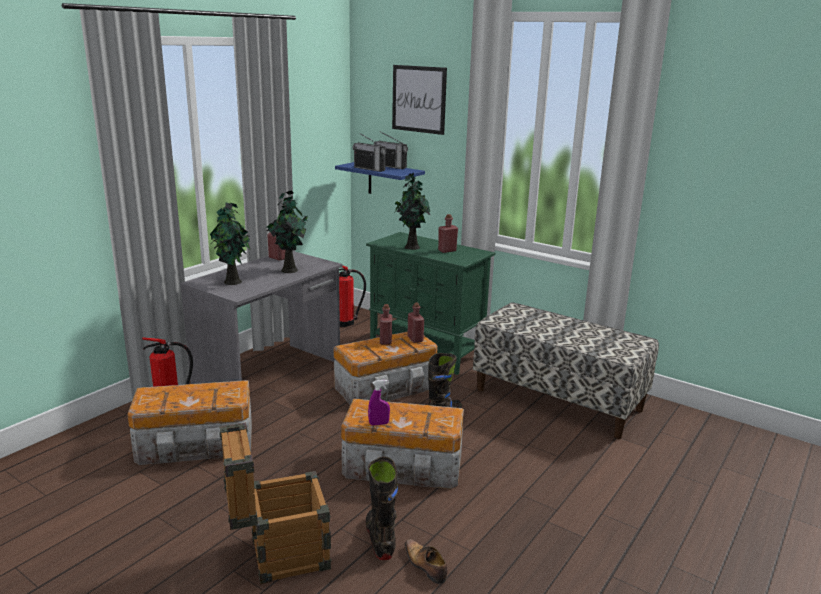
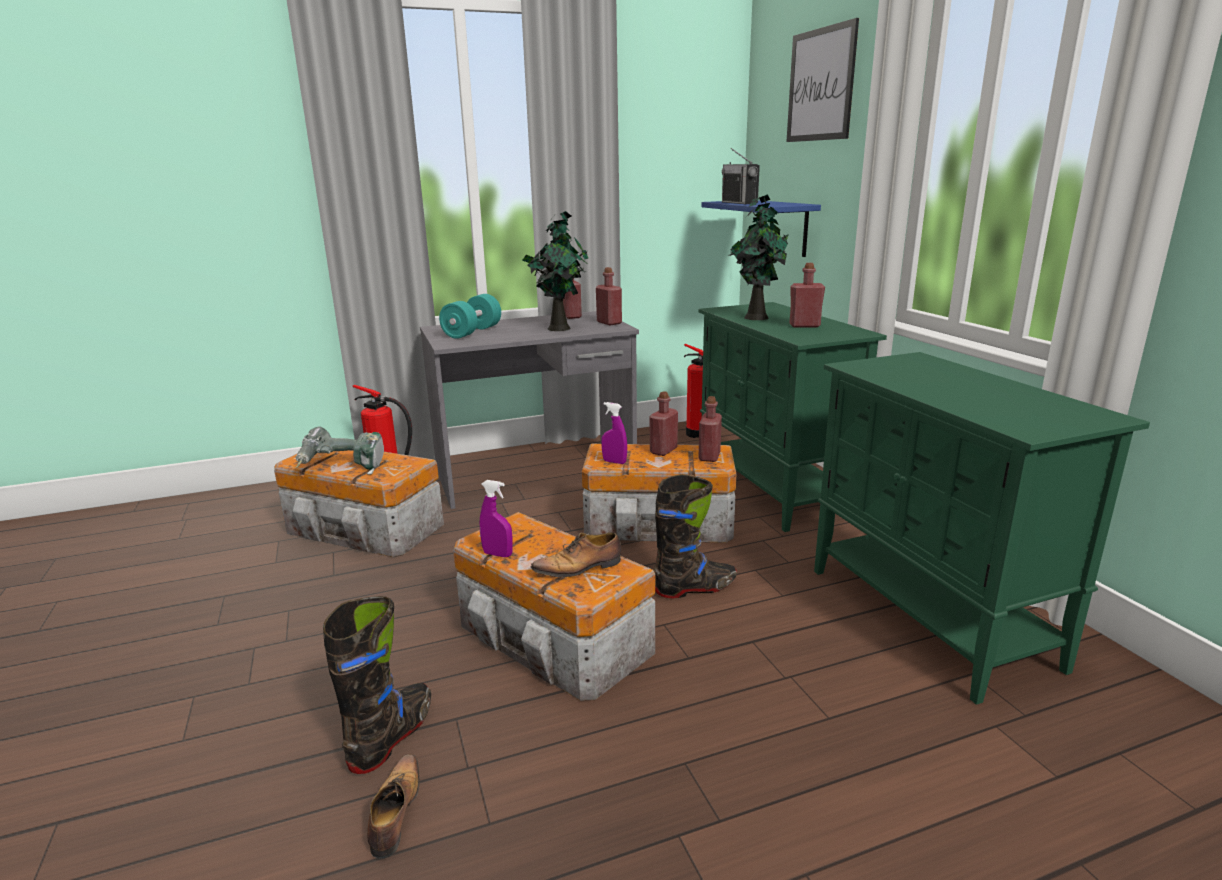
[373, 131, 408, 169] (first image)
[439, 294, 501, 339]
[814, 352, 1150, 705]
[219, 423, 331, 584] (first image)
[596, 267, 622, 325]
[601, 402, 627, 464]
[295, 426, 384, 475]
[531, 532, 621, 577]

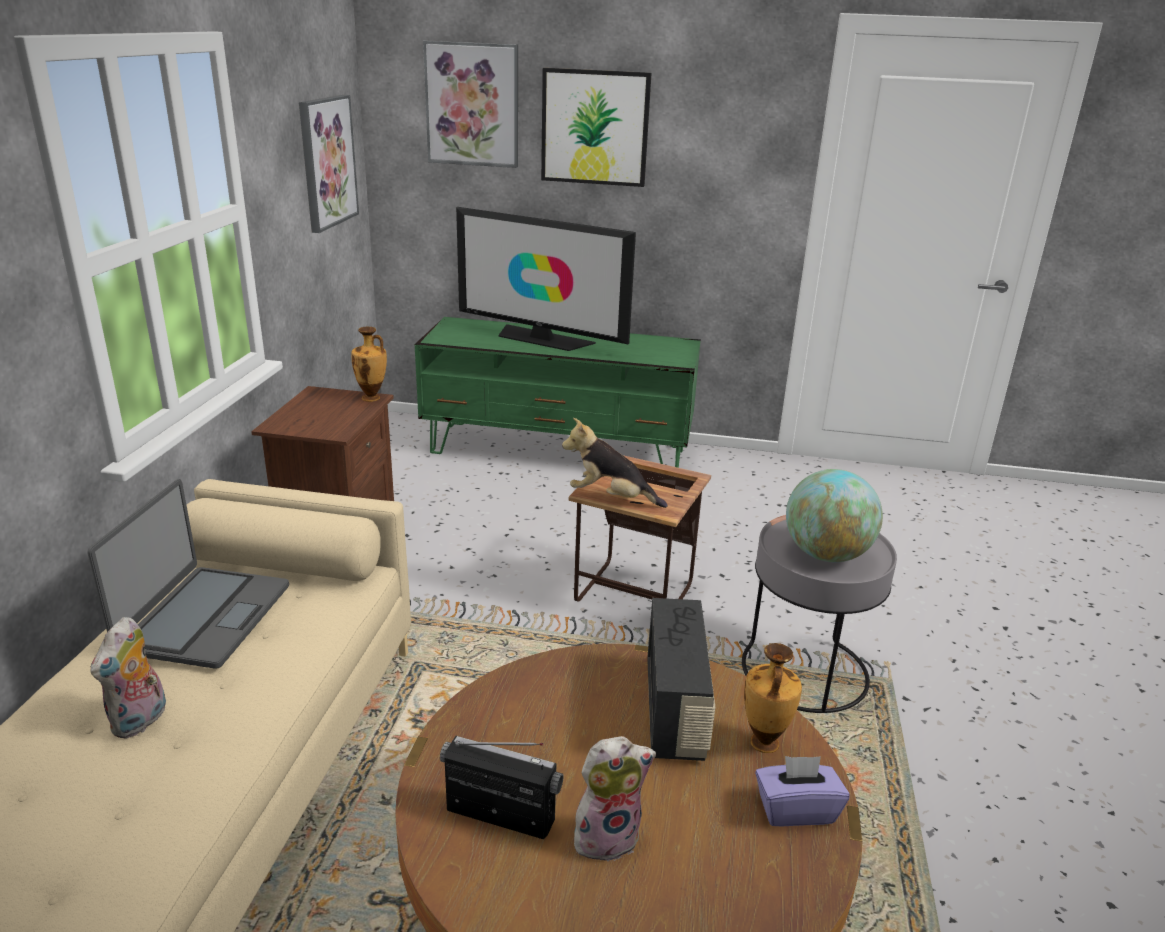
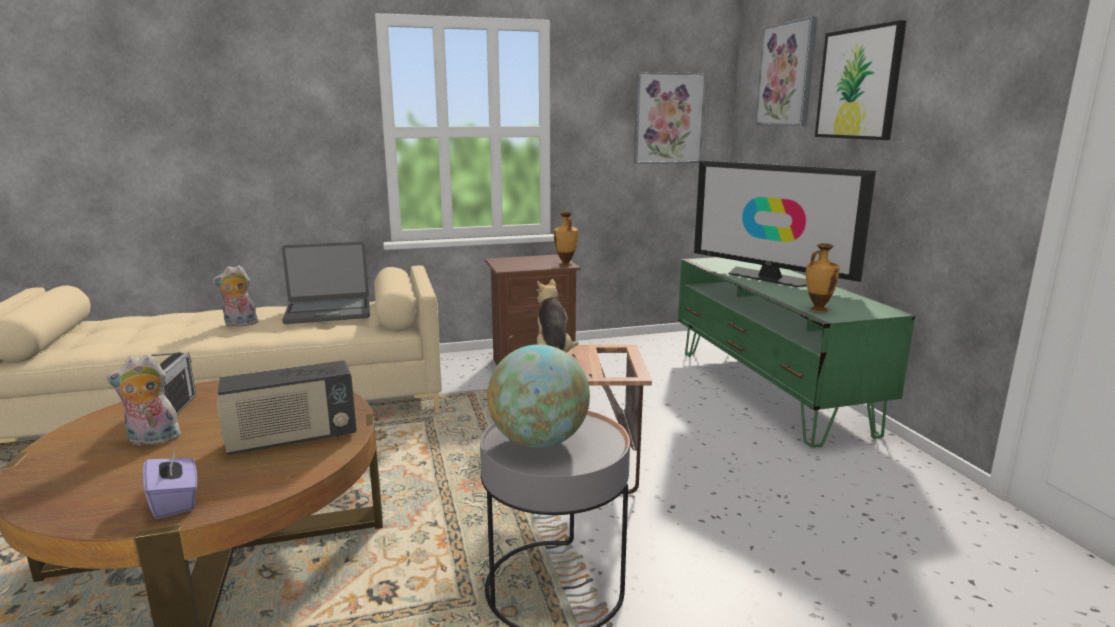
[694, 160, 876, 287]
[806, 243, 839, 312]
[107, 354, 186, 446]

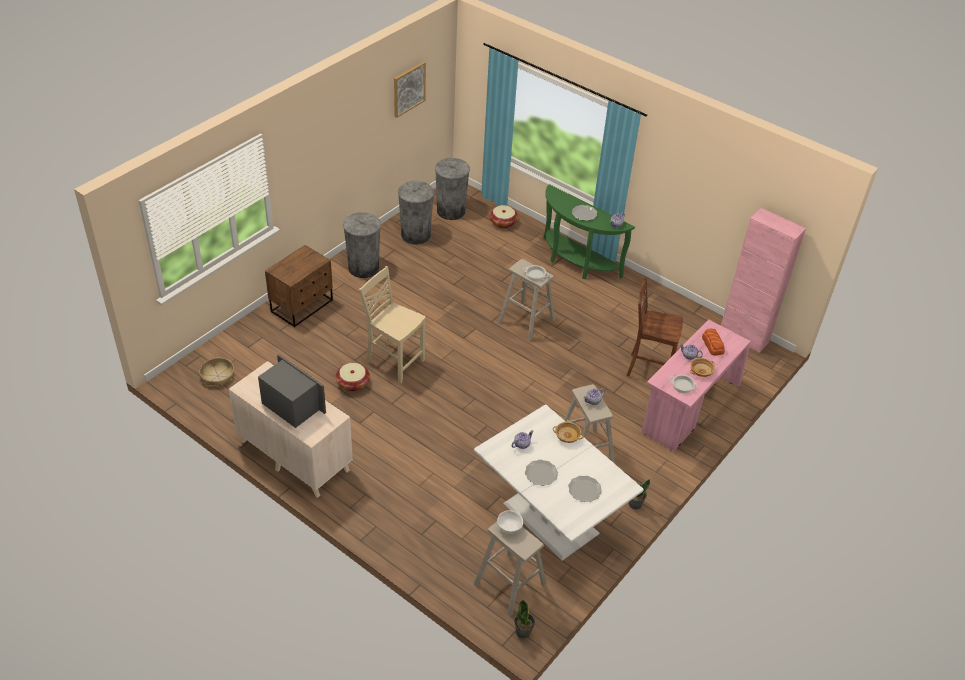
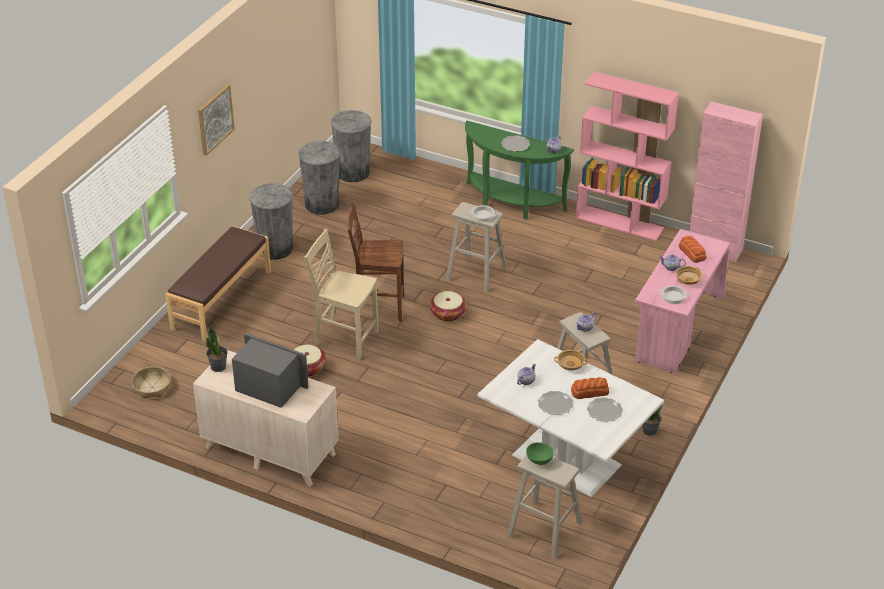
[198, 84, 235, 156]
[430, 291, 467, 321]
[165, 226, 271, 342]
[348, 203, 404, 322]
[526, 442, 554, 465]
[206, 327, 228, 372]
[576, 72, 679, 241]
[571, 377, 609, 399]

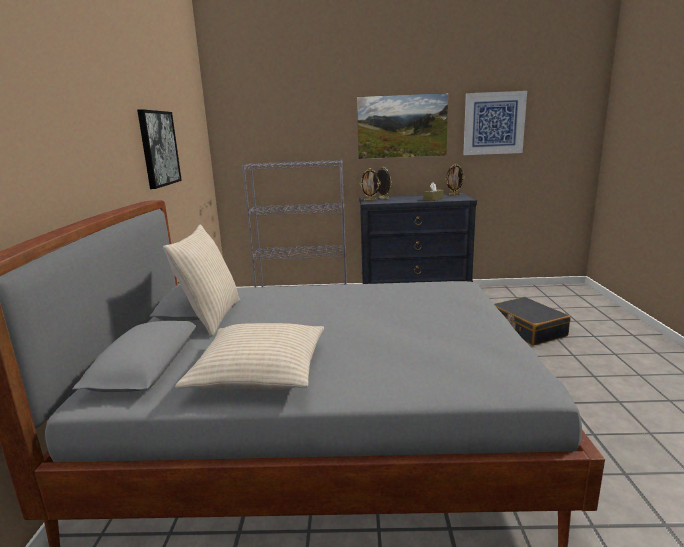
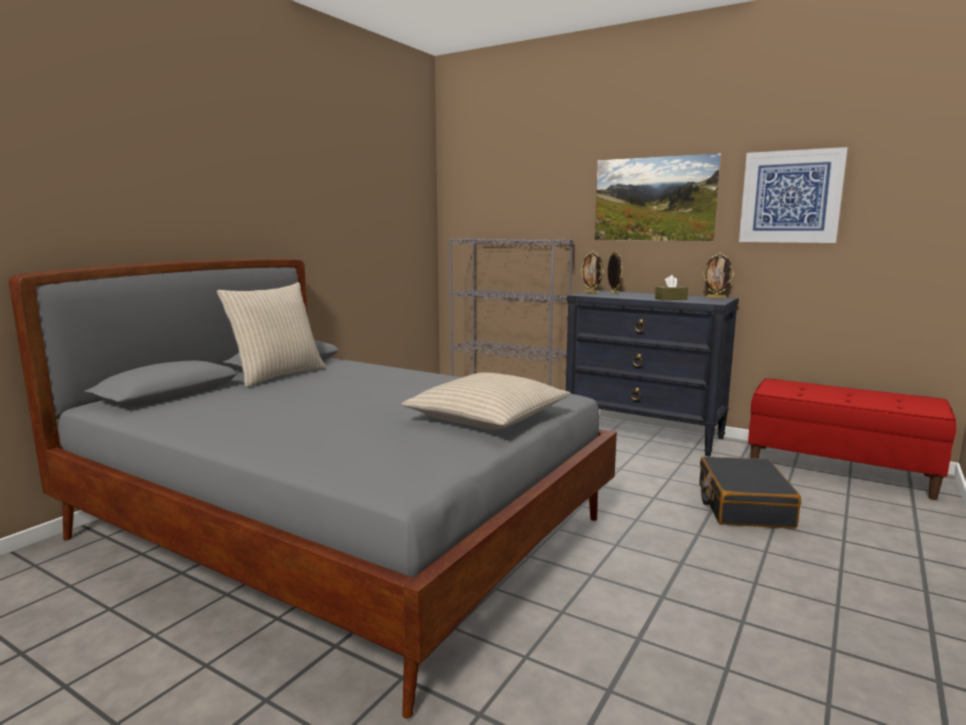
[137, 109, 182, 189] (first image)
[401, 372, 570, 430]
[748, 378, 956, 500]

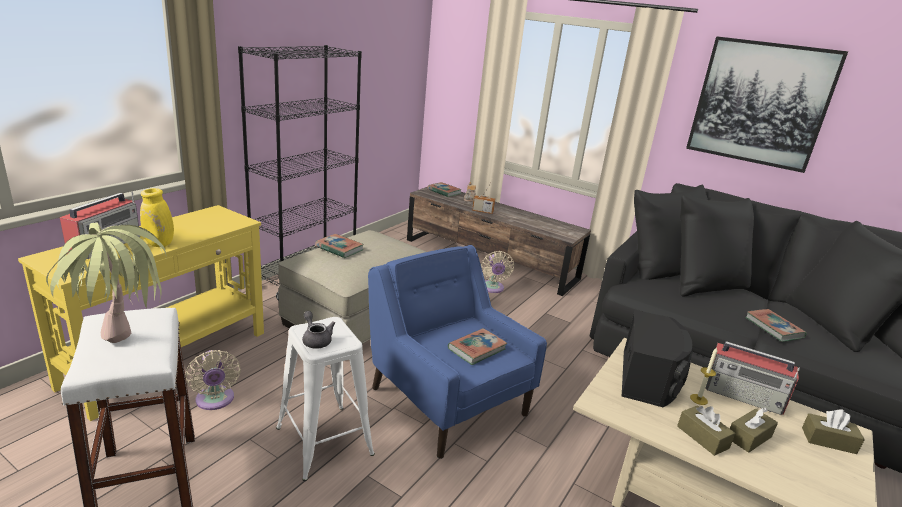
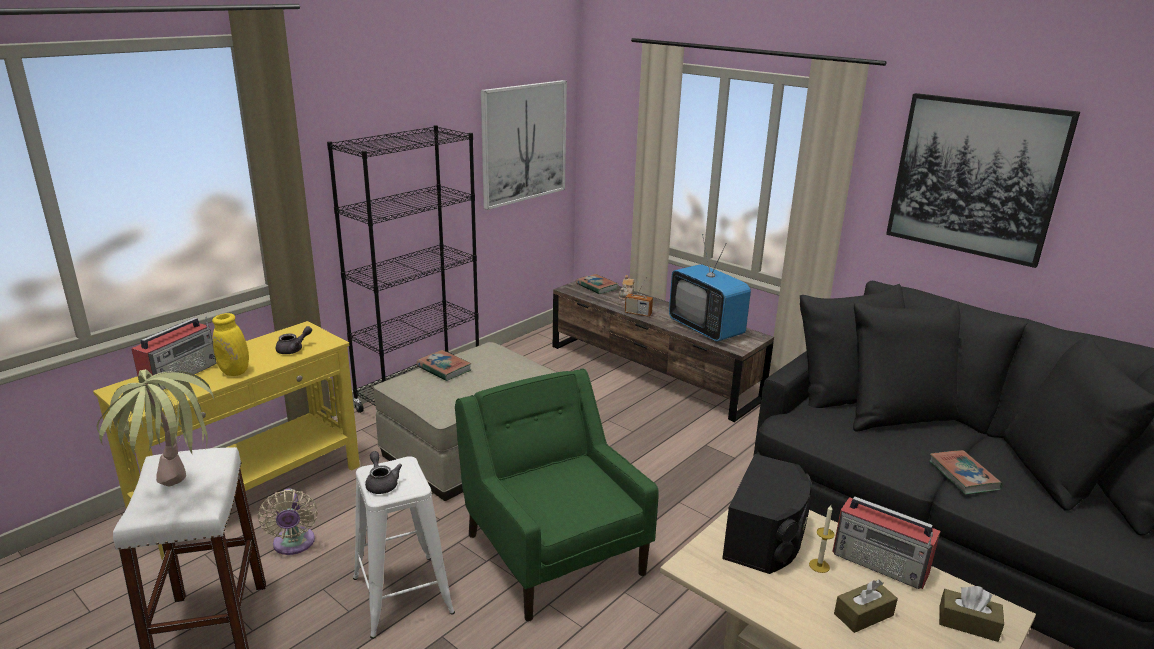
[455, 368, 659, 622]
[481, 251, 514, 293] (first image)
[448, 328, 507, 365] (first image)
[677, 405, 736, 456] (first image)
[481, 80, 567, 210]
[669, 234, 751, 341]
[276, 326, 312, 354]

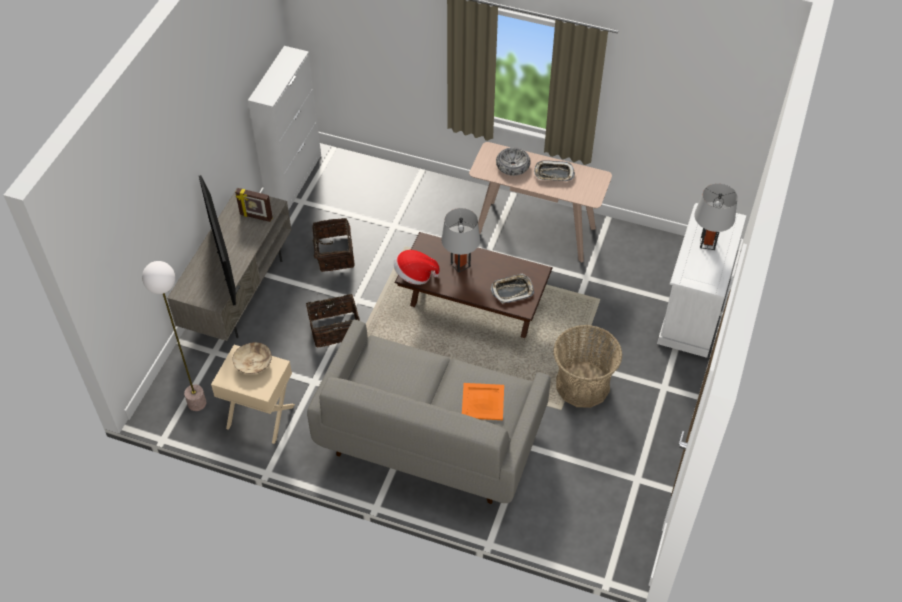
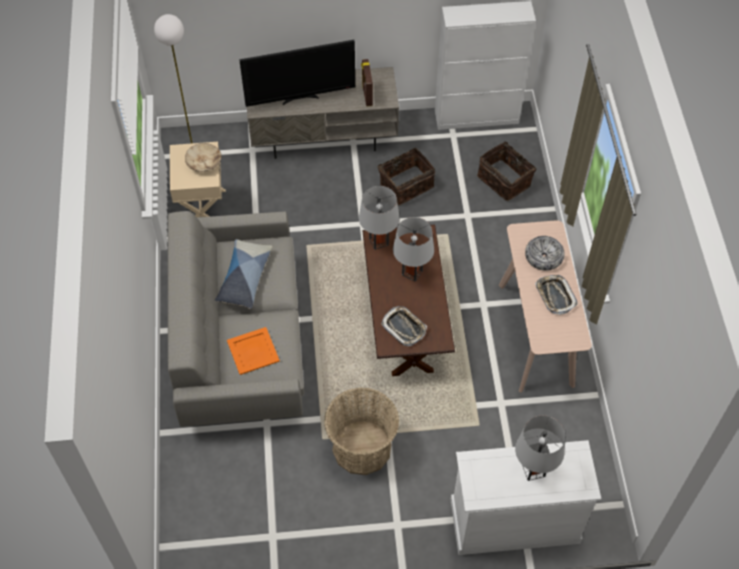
[239, 40, 355, 107]
[359, 186, 400, 250]
[477, 141, 536, 201]
[215, 239, 272, 309]

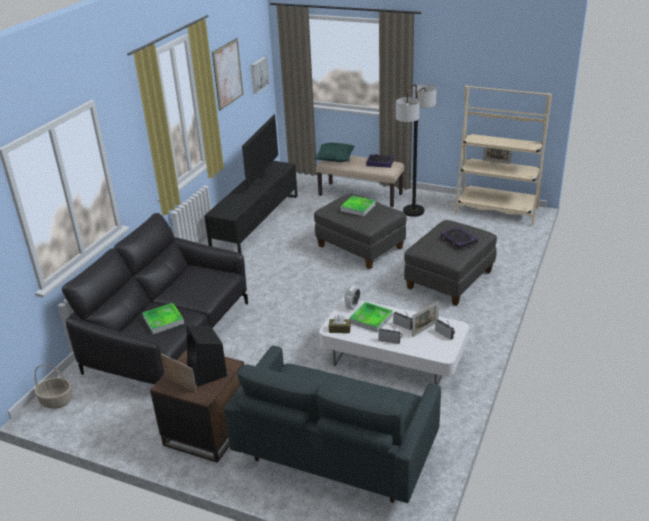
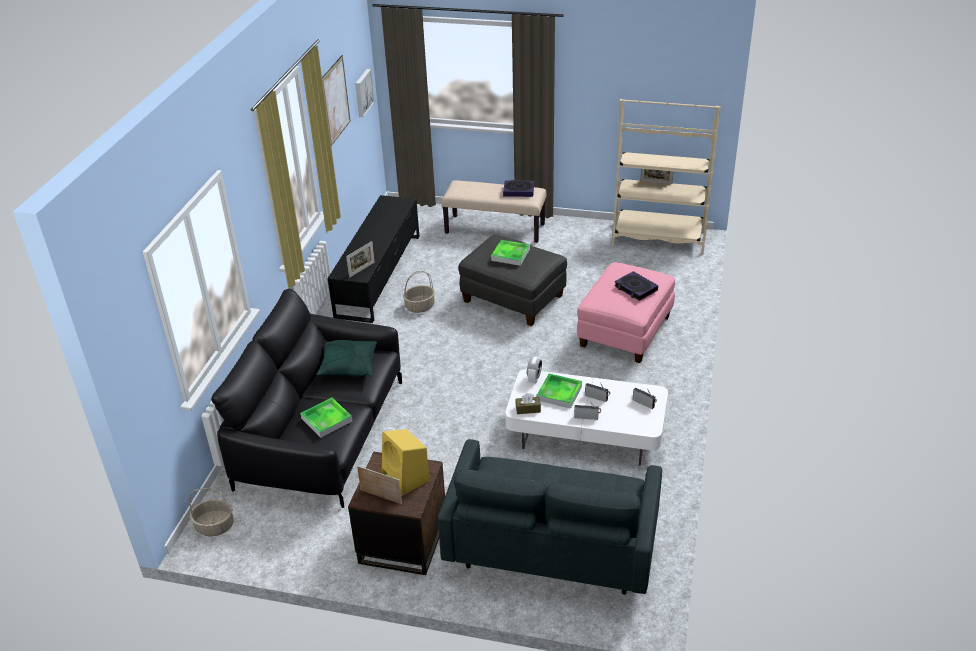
[396, 84, 436, 217] (first image)
[242, 114, 278, 189] (first image)
[316, 340, 377, 377]
[577, 262, 675, 363]
[346, 241, 375, 278]
[382, 429, 429, 497]
[403, 271, 435, 313]

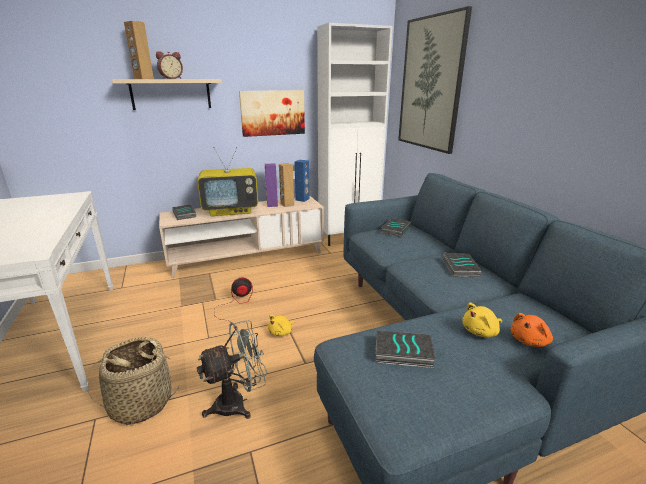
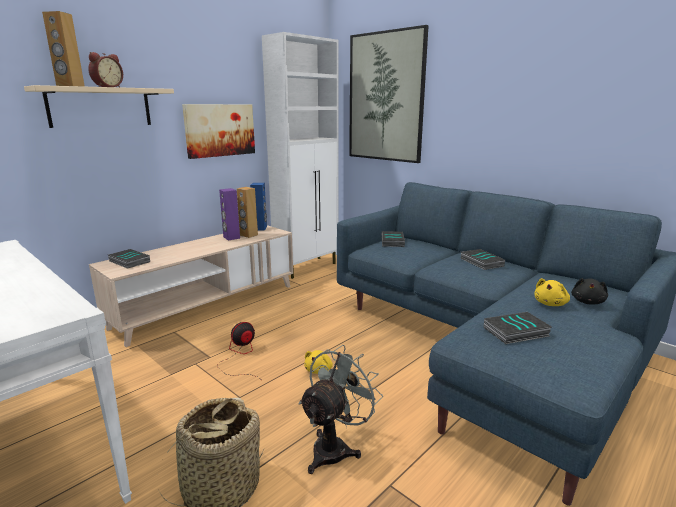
[197, 147, 258, 216] (first image)
[571, 278, 608, 304]

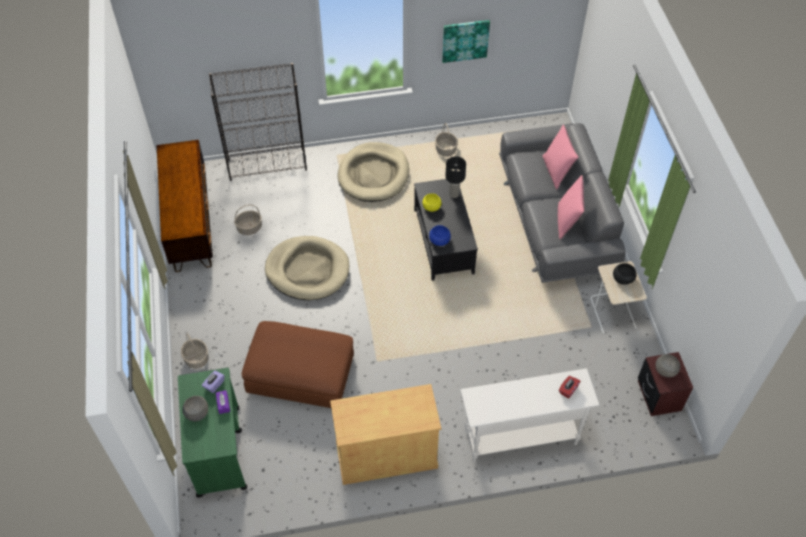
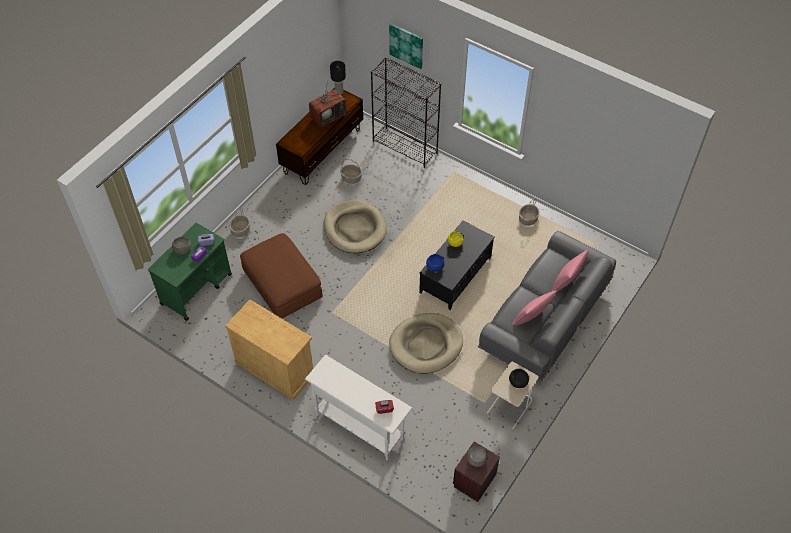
[389, 24, 423, 69]
[389, 313, 463, 373]
[330, 61, 346, 94]
[309, 80, 347, 127]

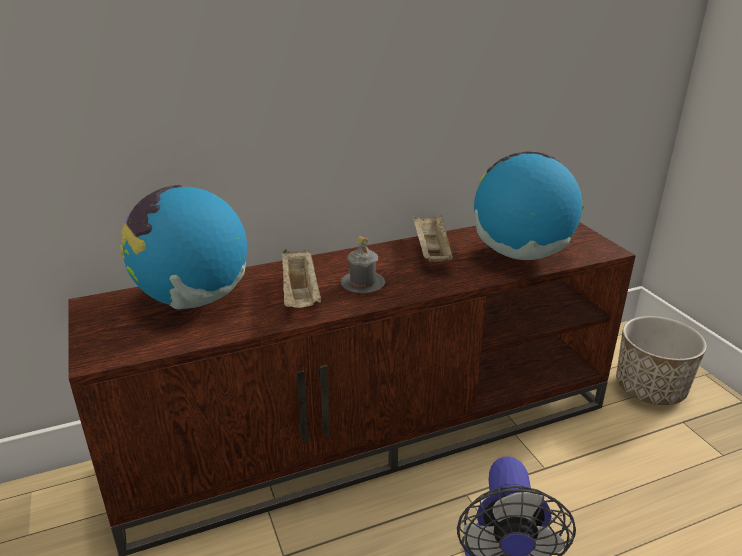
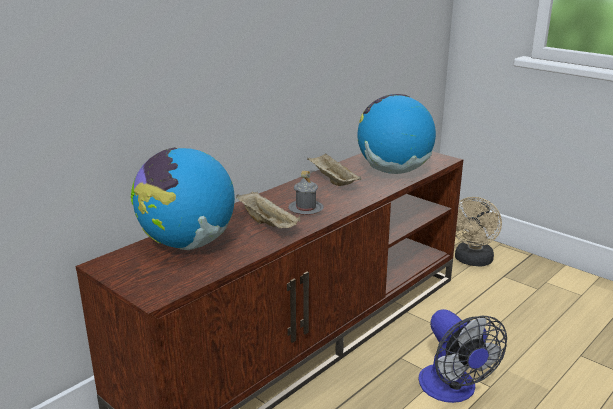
[455, 197, 502, 267]

